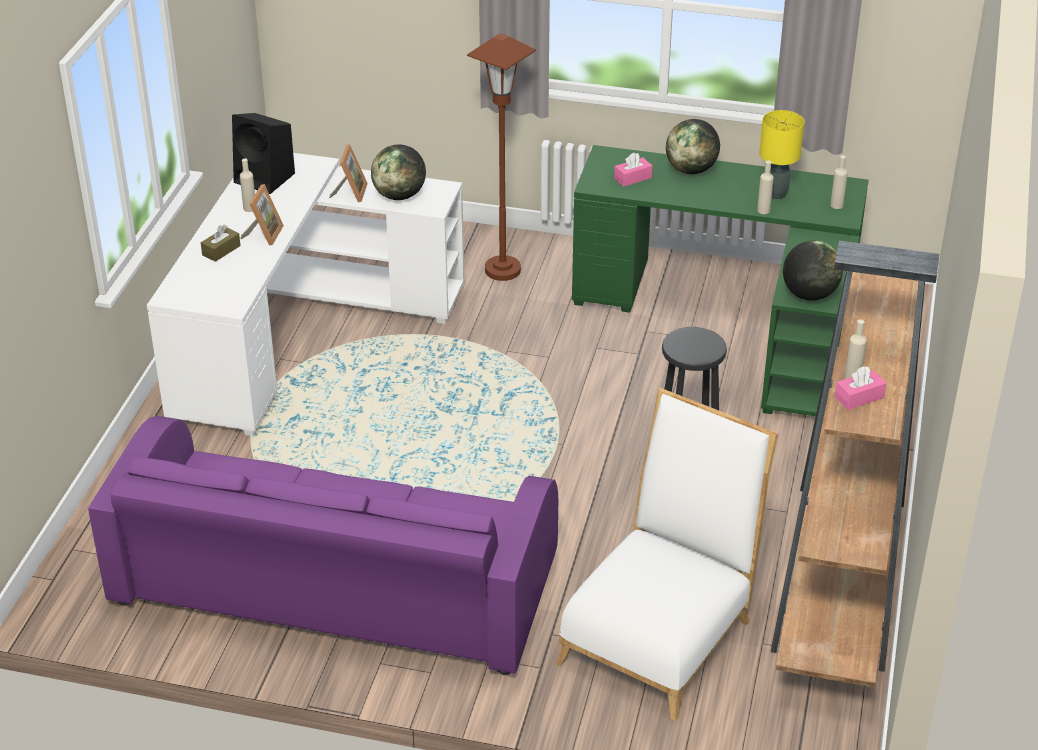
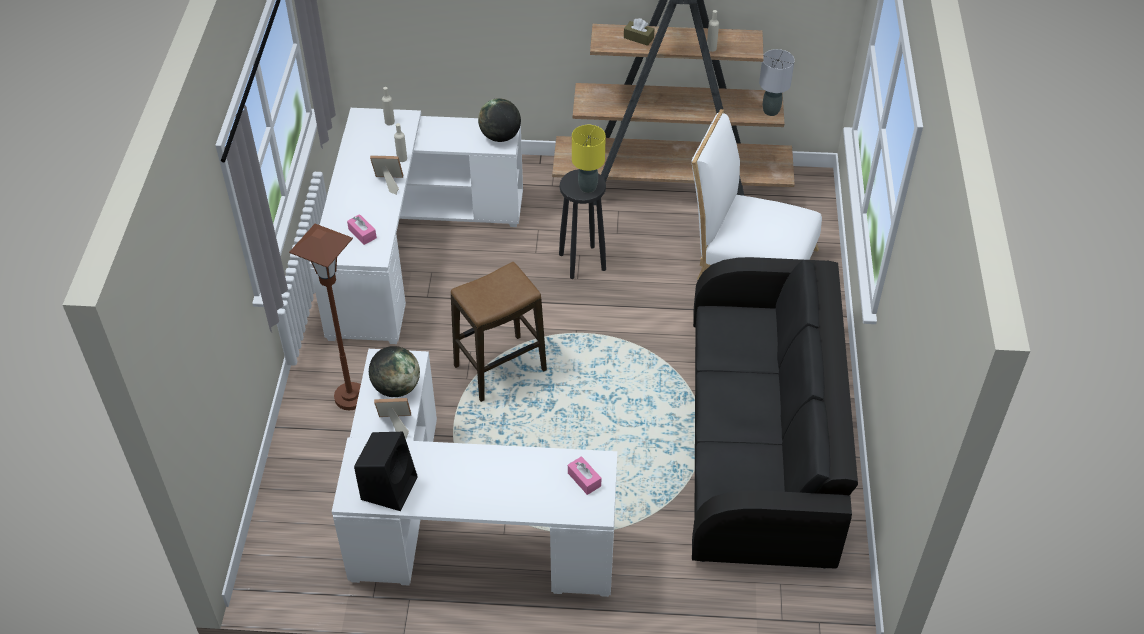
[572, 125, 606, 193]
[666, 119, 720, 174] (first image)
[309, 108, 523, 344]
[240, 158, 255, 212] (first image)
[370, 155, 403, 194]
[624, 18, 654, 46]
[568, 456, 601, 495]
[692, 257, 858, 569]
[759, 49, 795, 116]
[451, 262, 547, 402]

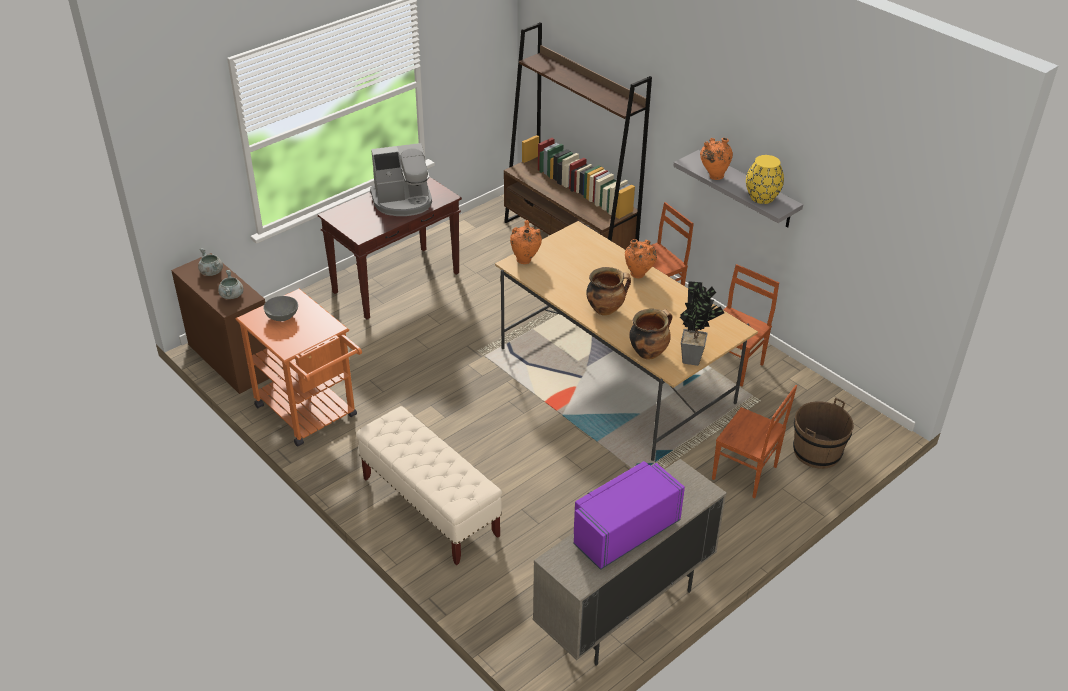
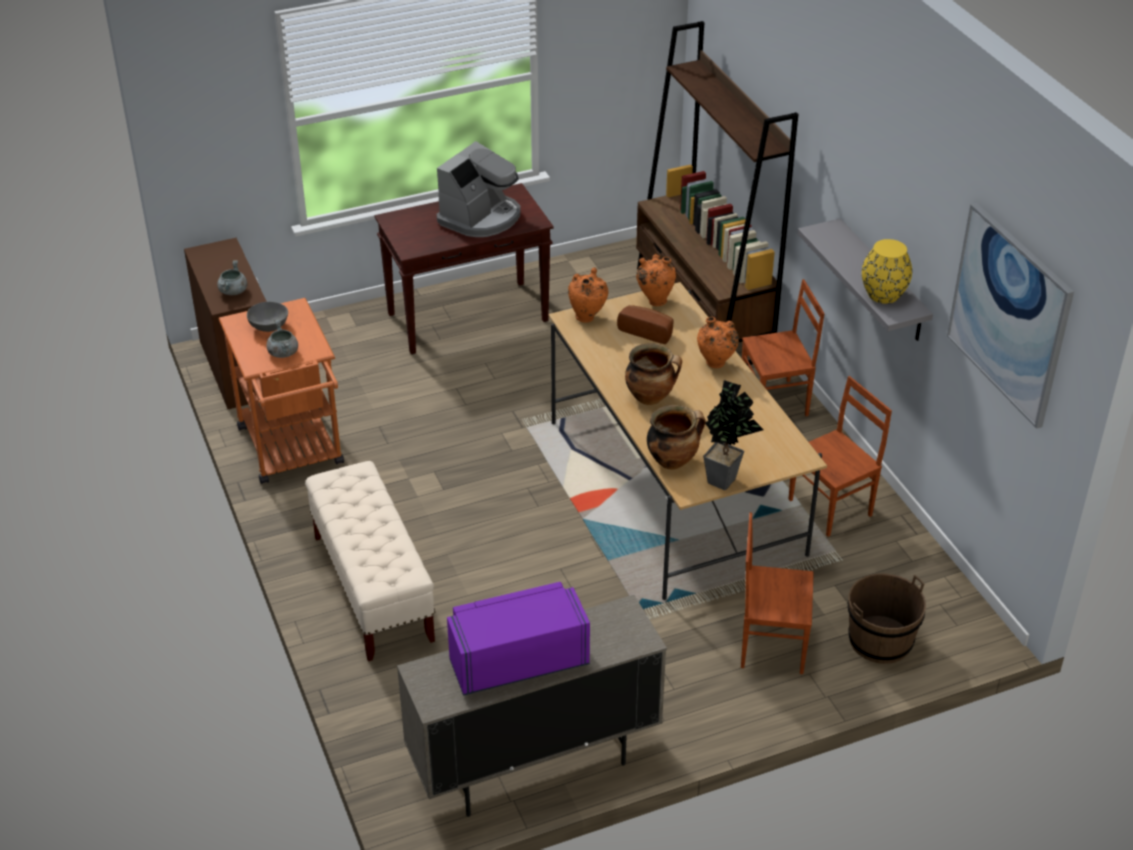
[636, 254, 676, 306]
[437, 141, 521, 237]
[266, 320, 298, 358]
[741, 512, 814, 674]
[947, 203, 1074, 429]
[617, 305, 674, 344]

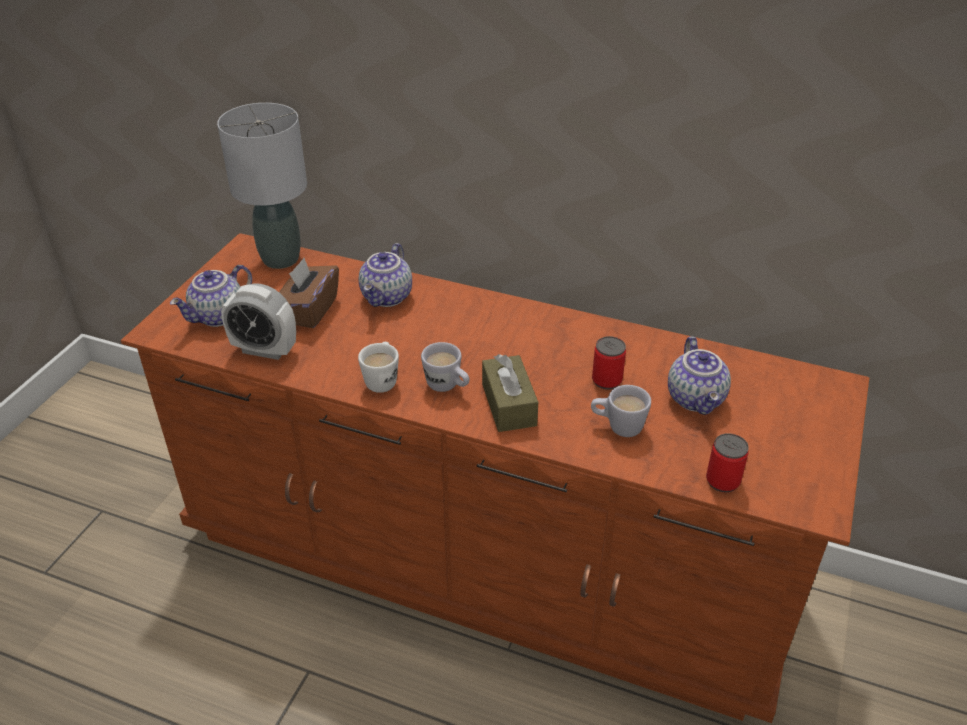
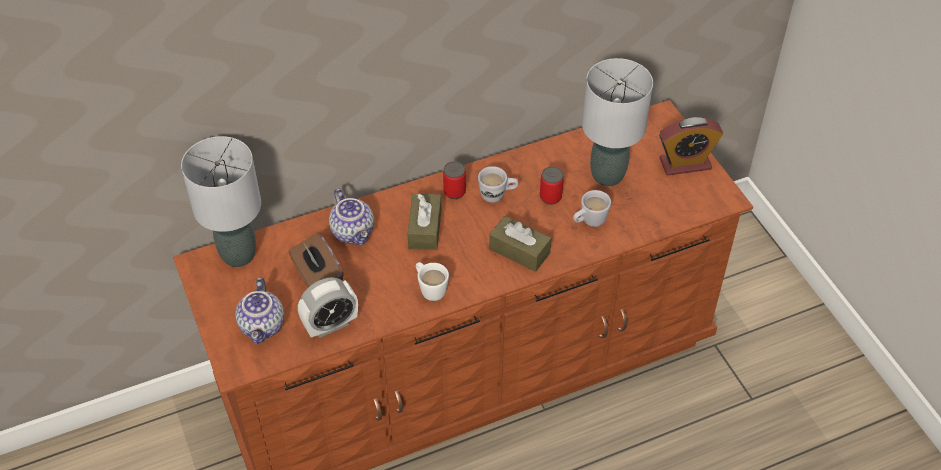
[582, 58, 653, 186]
[478, 166, 518, 203]
[443, 161, 466, 199]
[659, 117, 723, 176]
[408, 193, 441, 250]

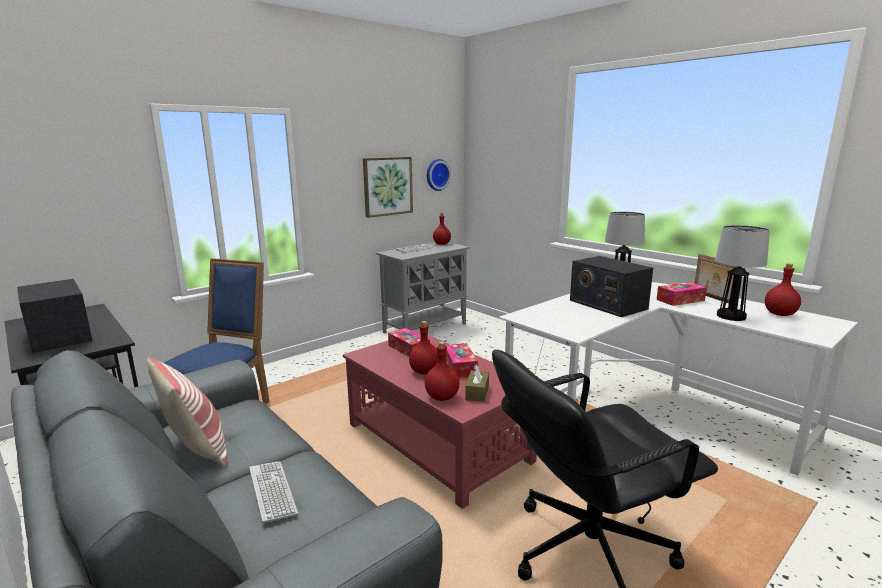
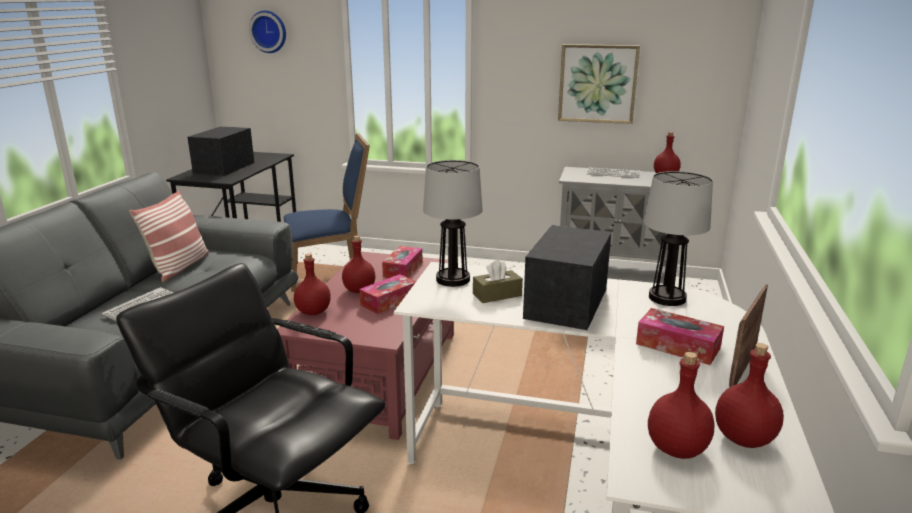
[249, 10, 286, 53]
[423, 160, 483, 287]
[473, 259, 523, 303]
[648, 352, 715, 459]

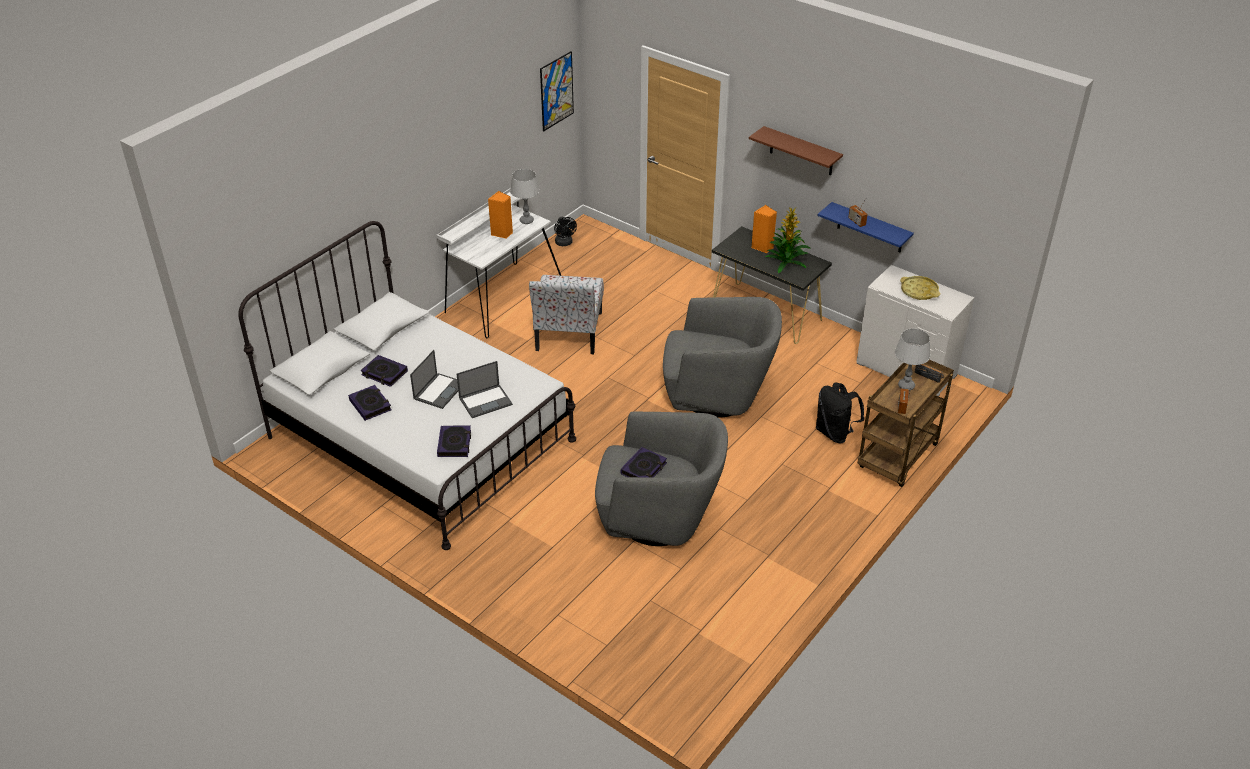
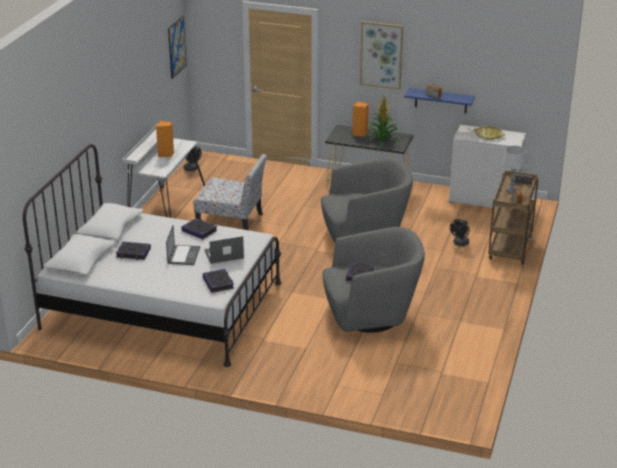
[360, 21, 403, 90]
[510, 169, 540, 224] (first image)
[193, 154, 267, 230]
[205, 236, 244, 264]
[450, 219, 469, 246]
[181, 218, 217, 239]

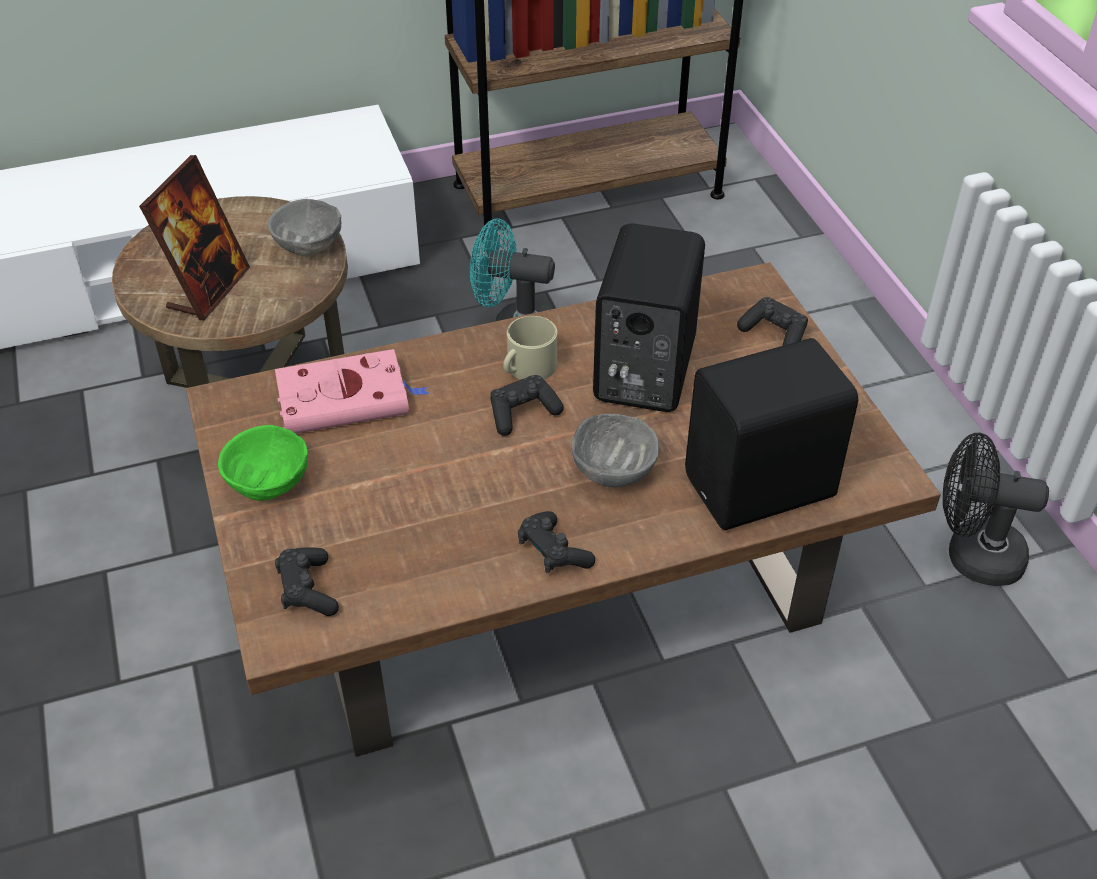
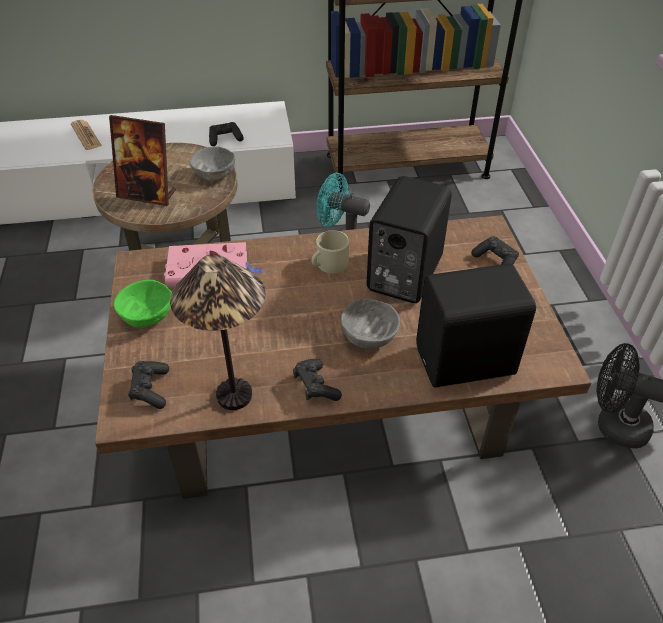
[109, 115, 176, 206]
[209, 122, 244, 146]
[71, 120, 102, 150]
[170, 254, 266, 410]

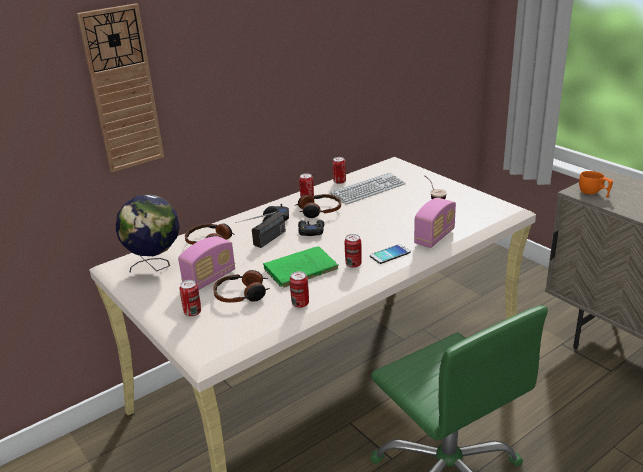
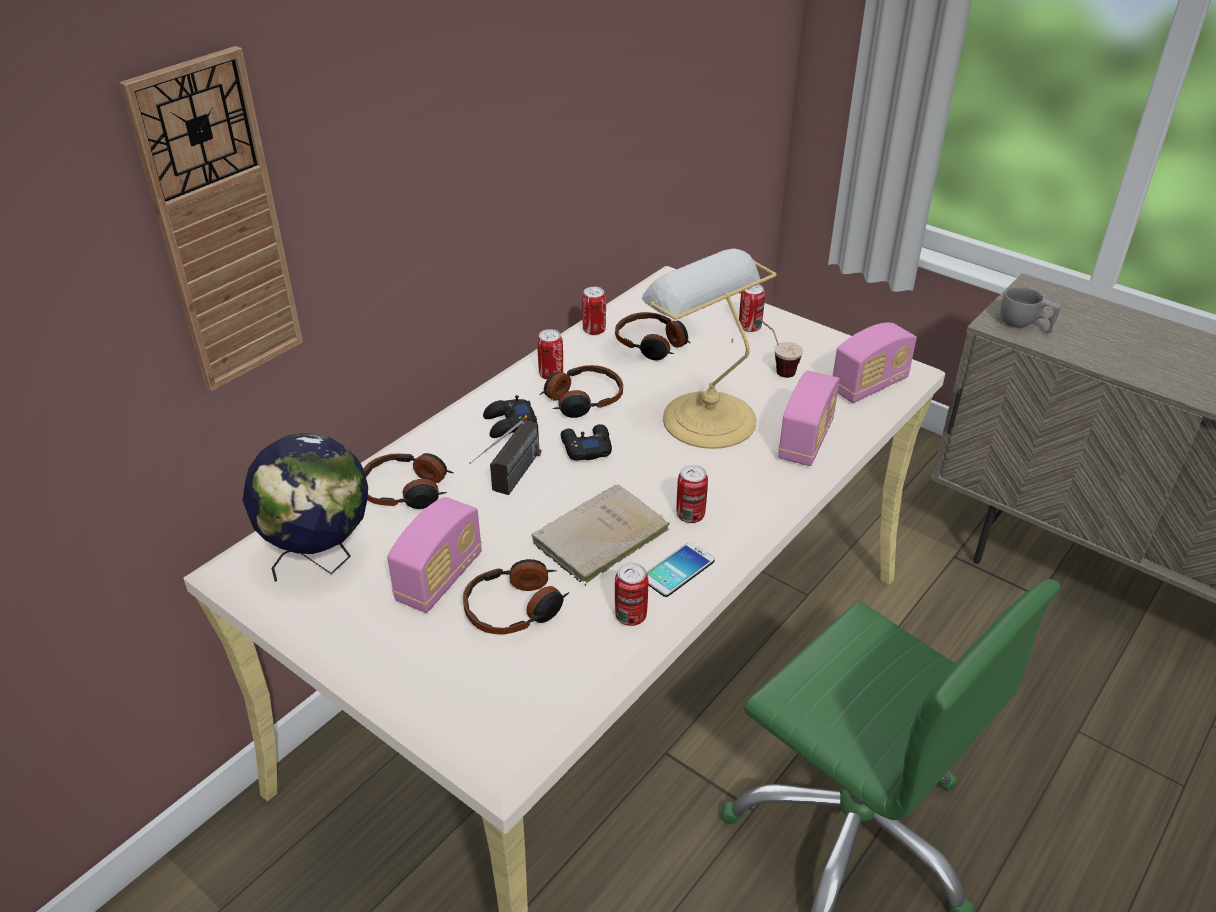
[1000, 287, 1061, 333]
[615, 312, 691, 361]
[646, 542, 715, 597]
[531, 485, 670, 586]
[739, 284, 765, 332]
[642, 248, 777, 449]
[833, 323, 917, 403]

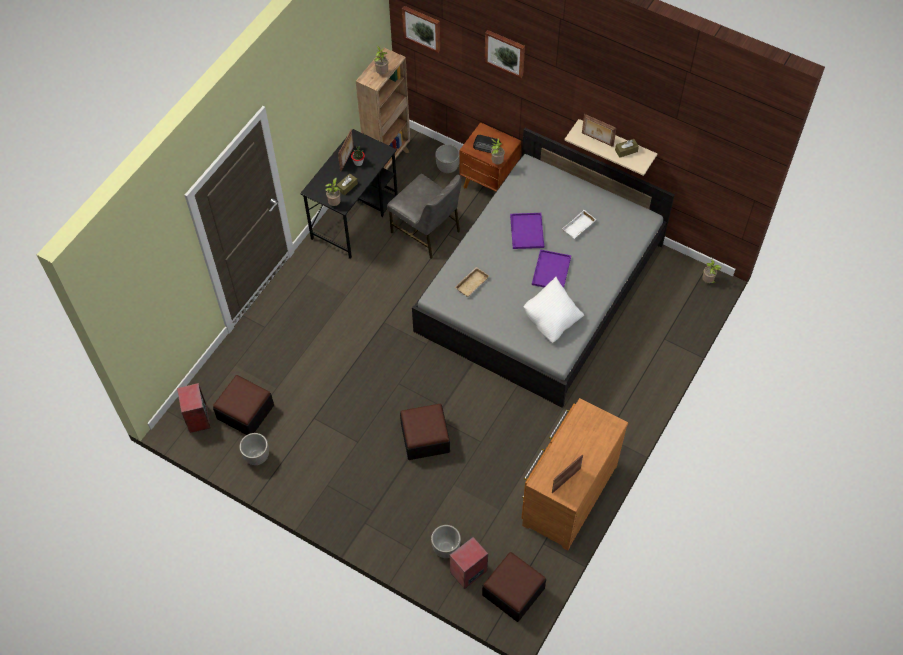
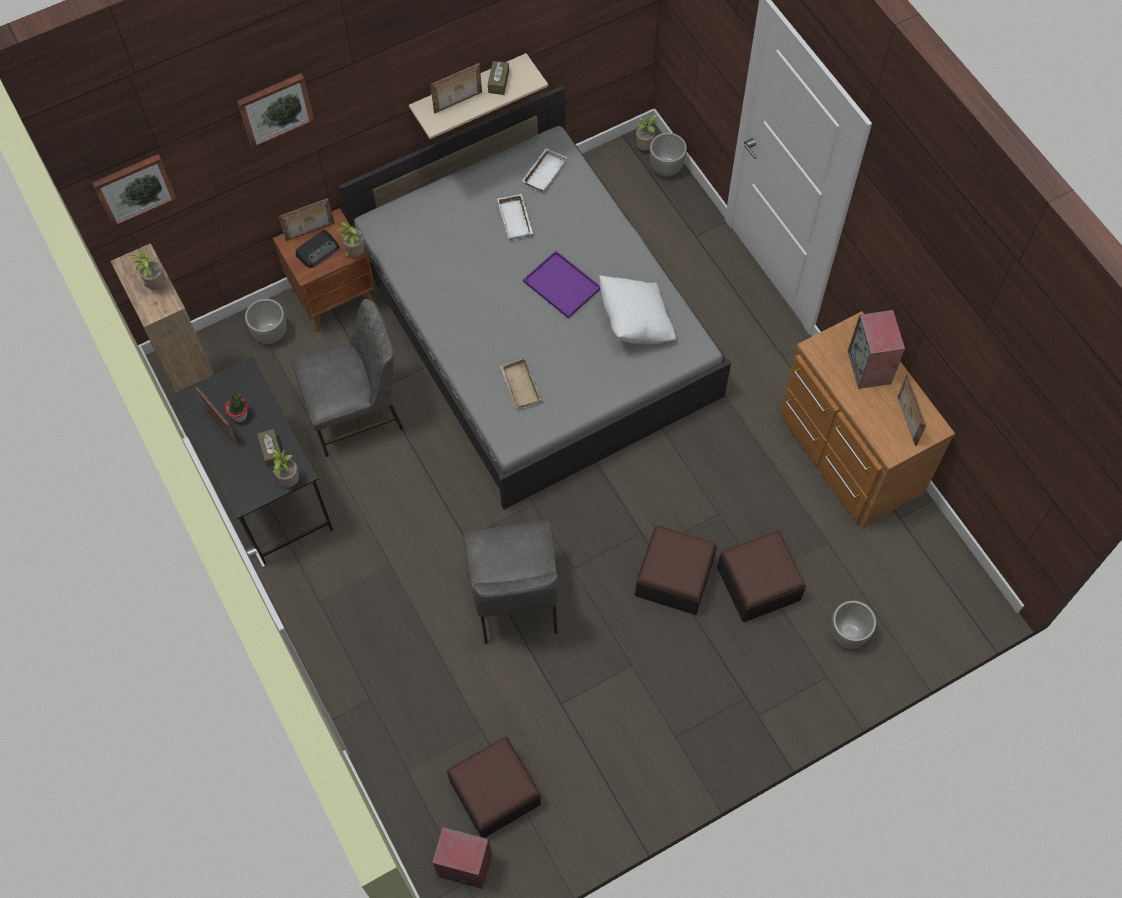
[510, 213, 544, 249] (first image)
[650, 133, 687, 177]
[848, 310, 905, 389]
[717, 531, 806, 622]
[522, 148, 567, 192]
[278, 198, 334, 241]
[463, 521, 559, 644]

